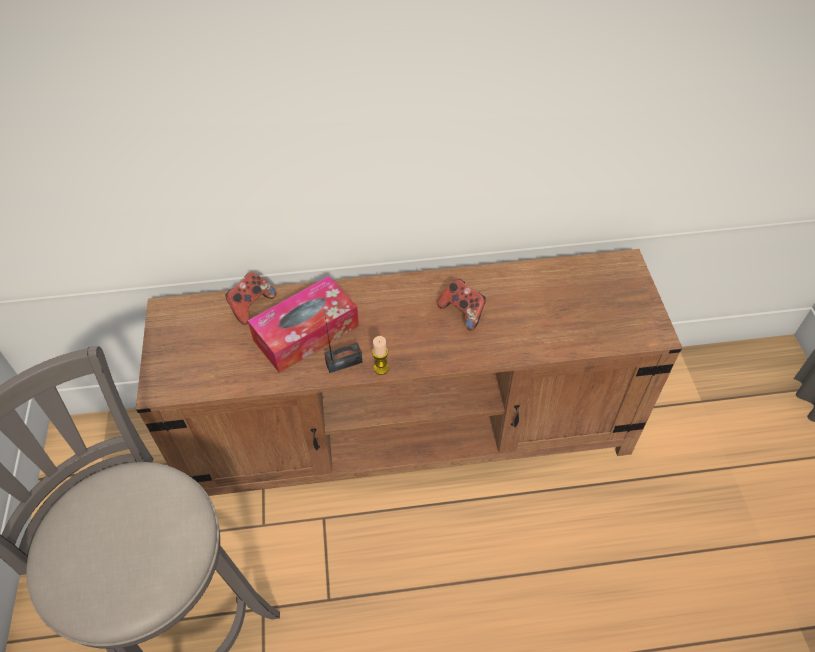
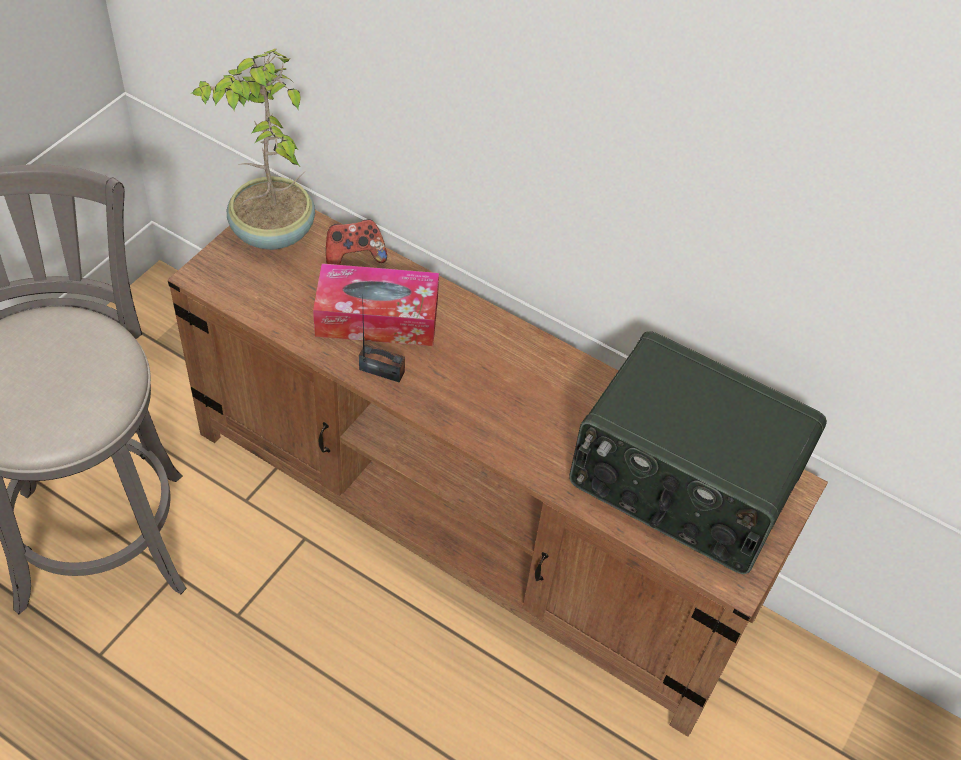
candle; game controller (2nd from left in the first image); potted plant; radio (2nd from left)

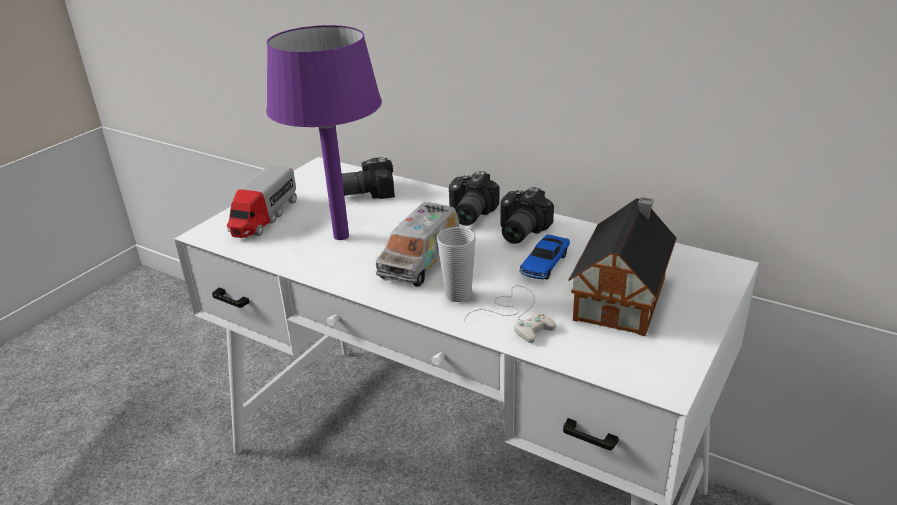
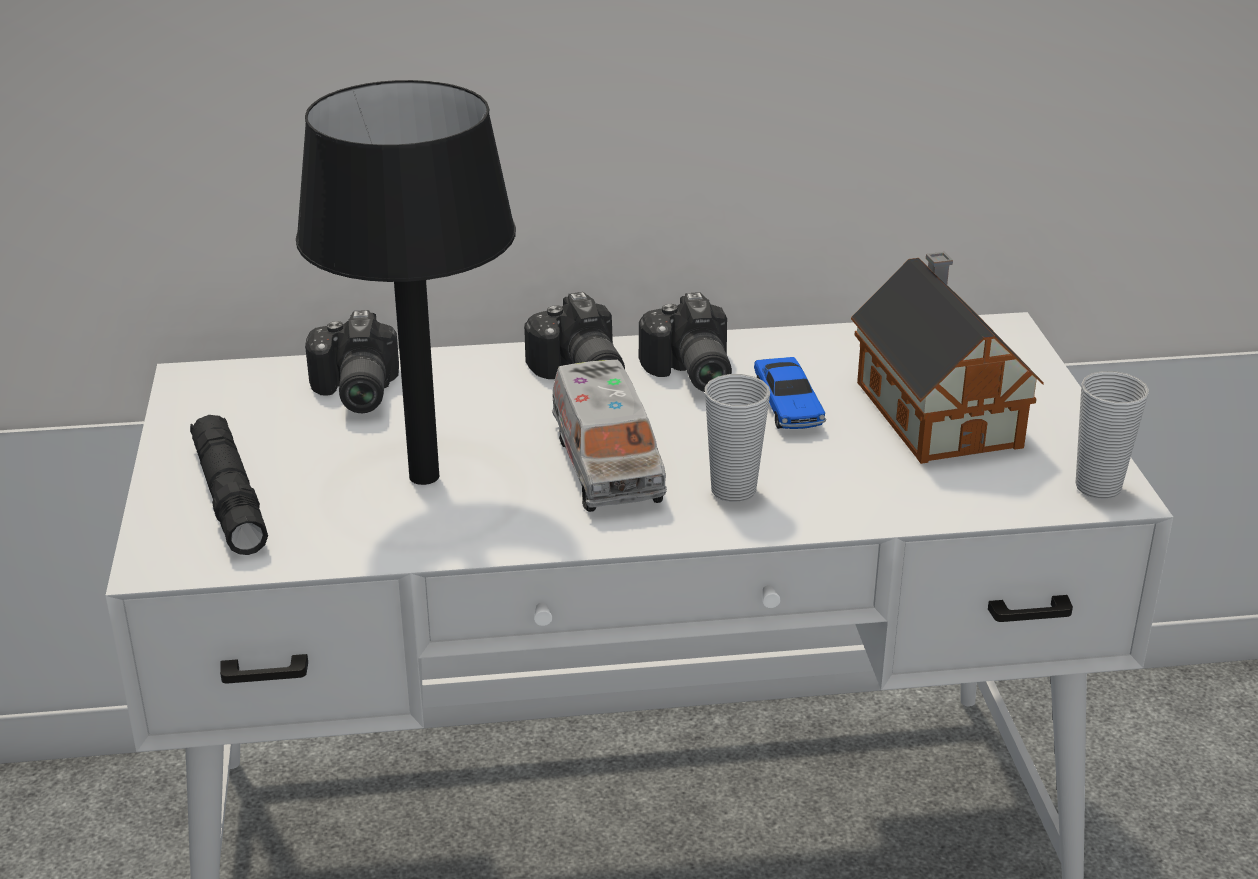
black flashlight; black table lamp; photo camera (1st from left); white game controller; cup (2nd from left)

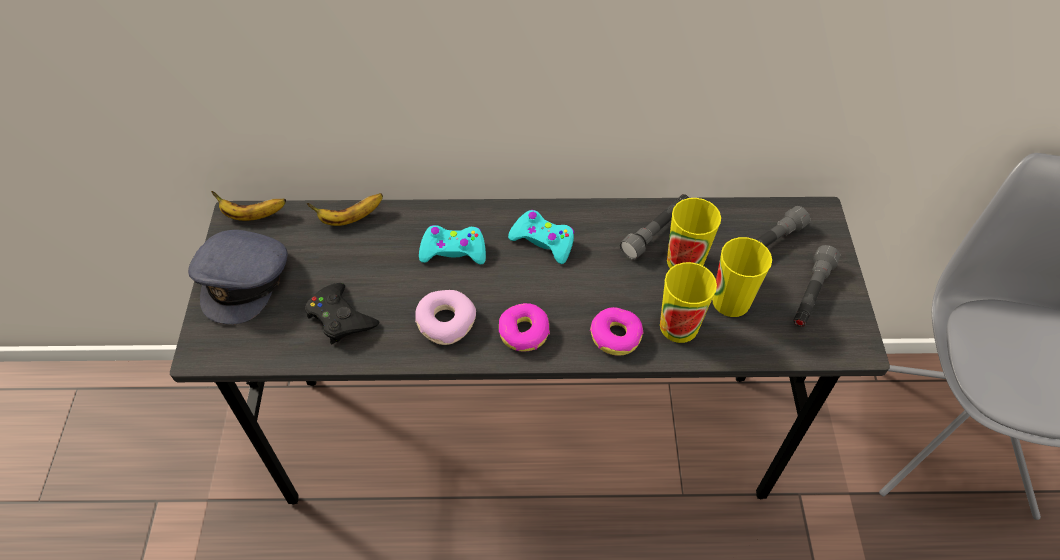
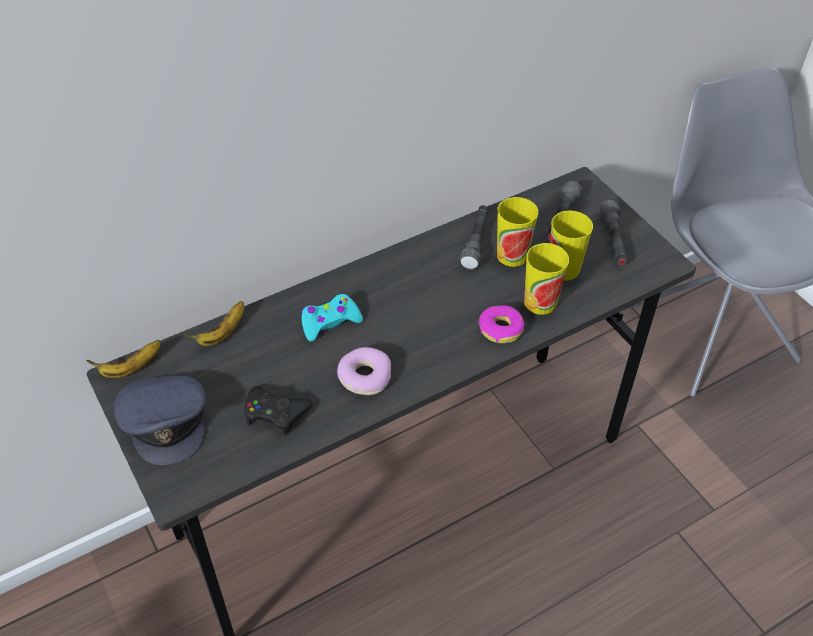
donut (2nd from left in the first image); turquoise game controller (2nd from left in the first image)

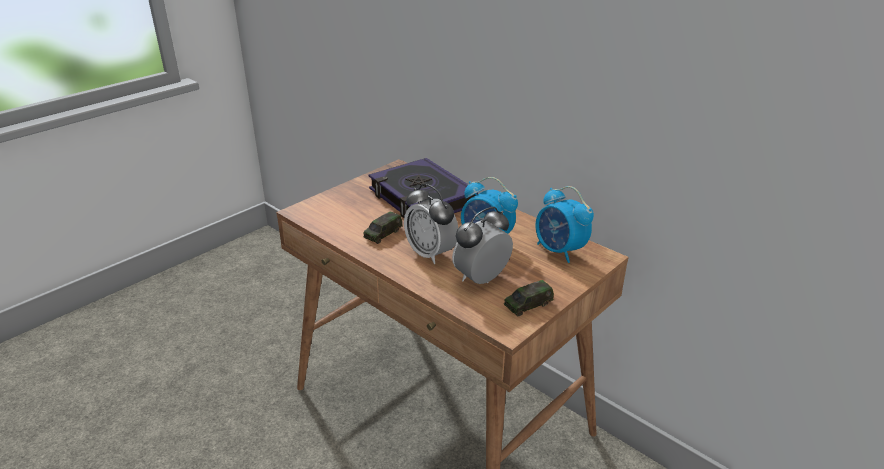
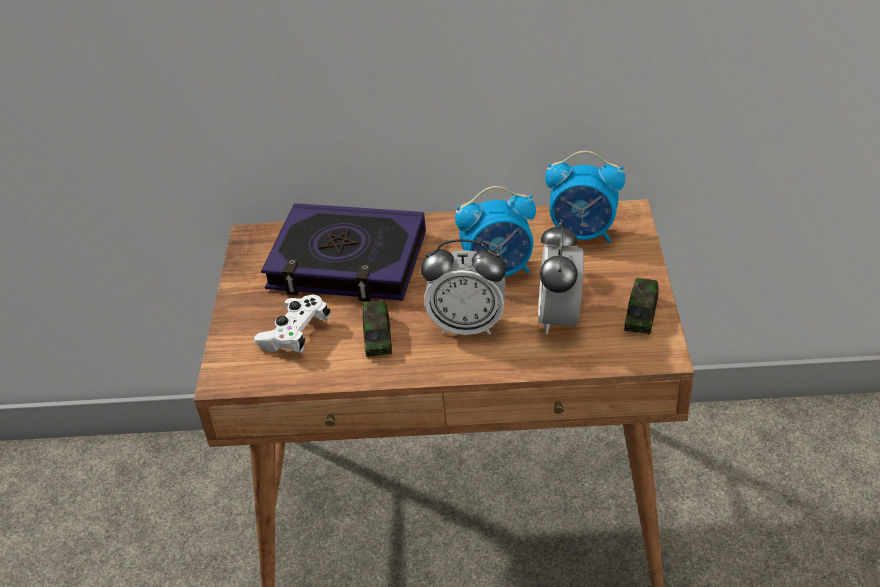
white game controller

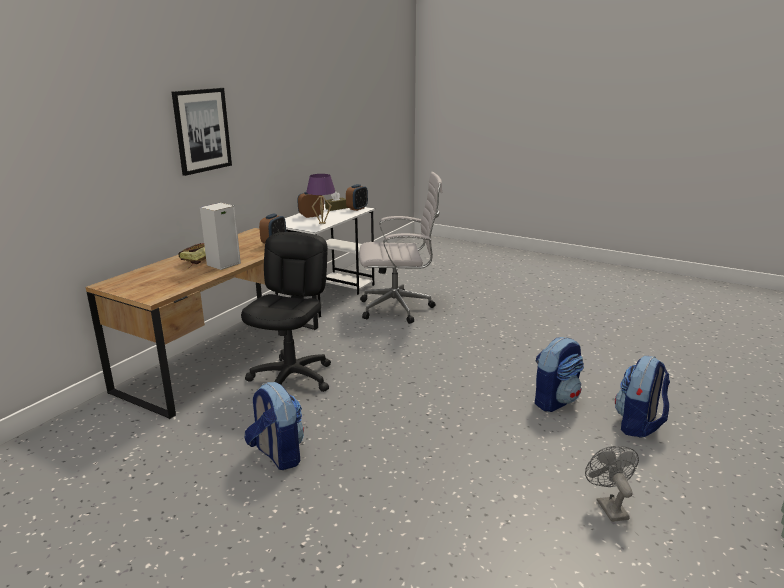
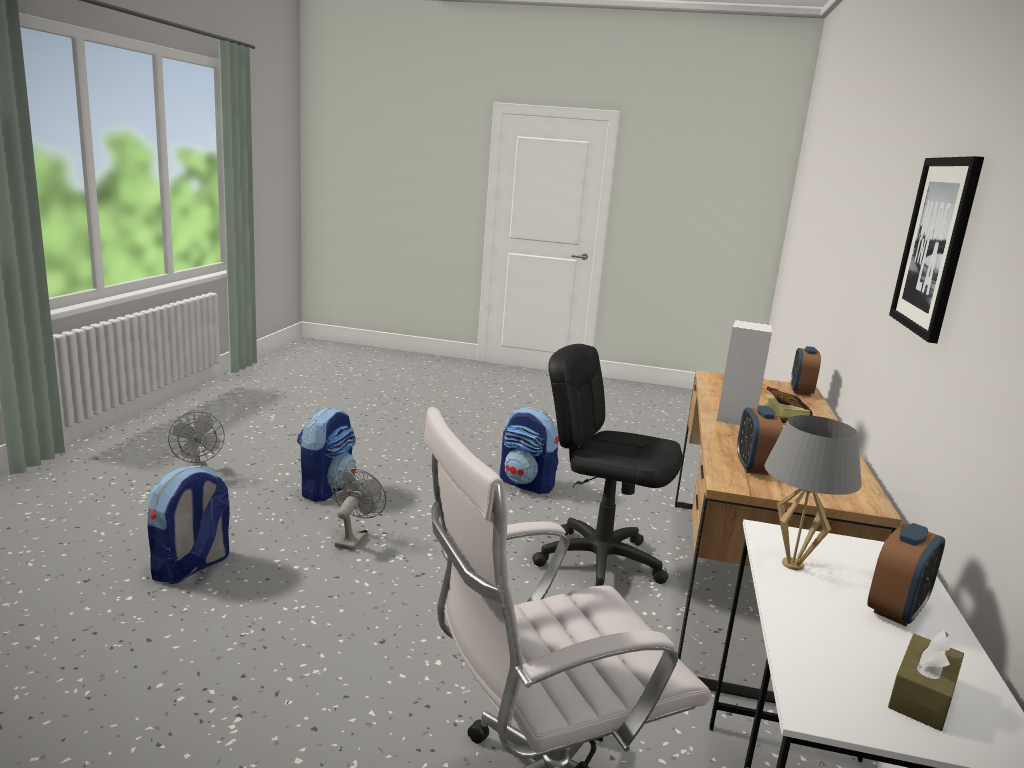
black office chair; grey table lamp; alarm clock (2nd from left); backpack (2nd from left); grey fan (2nd from left)

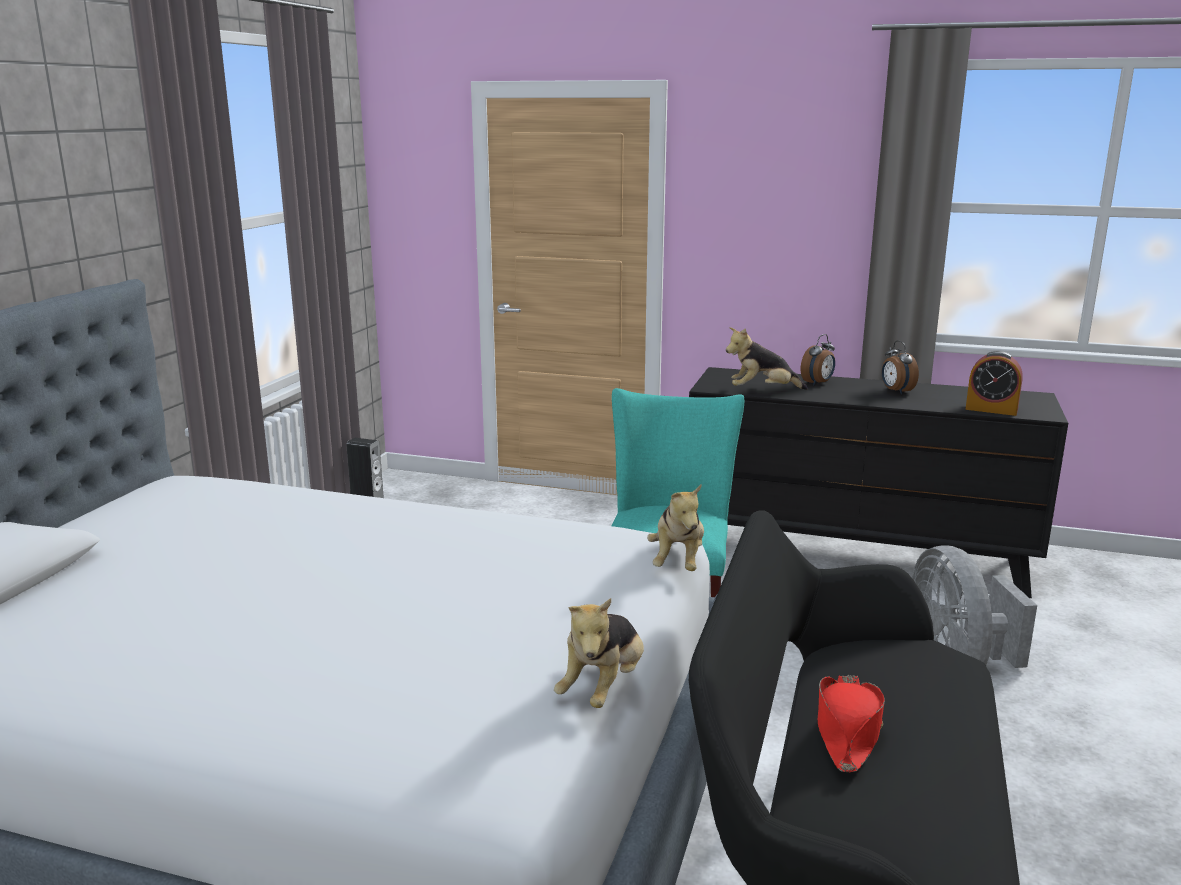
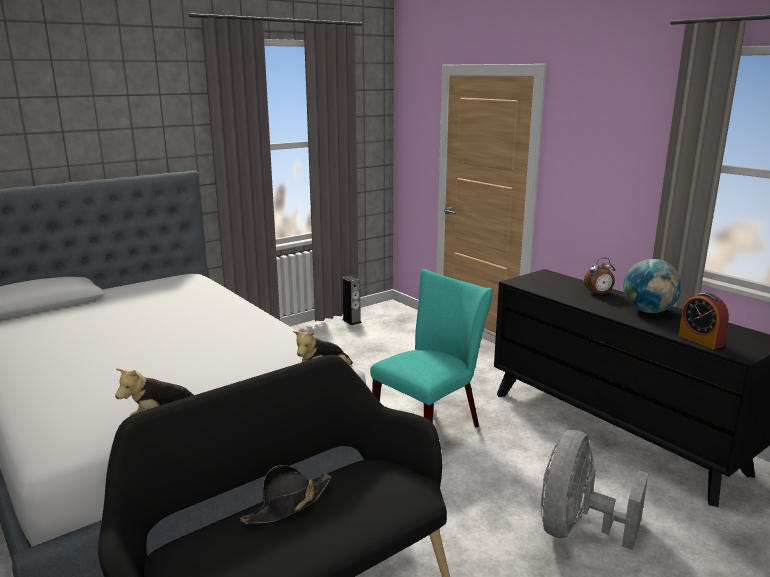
plush toy (3rd from left in the first image); black hat; globe

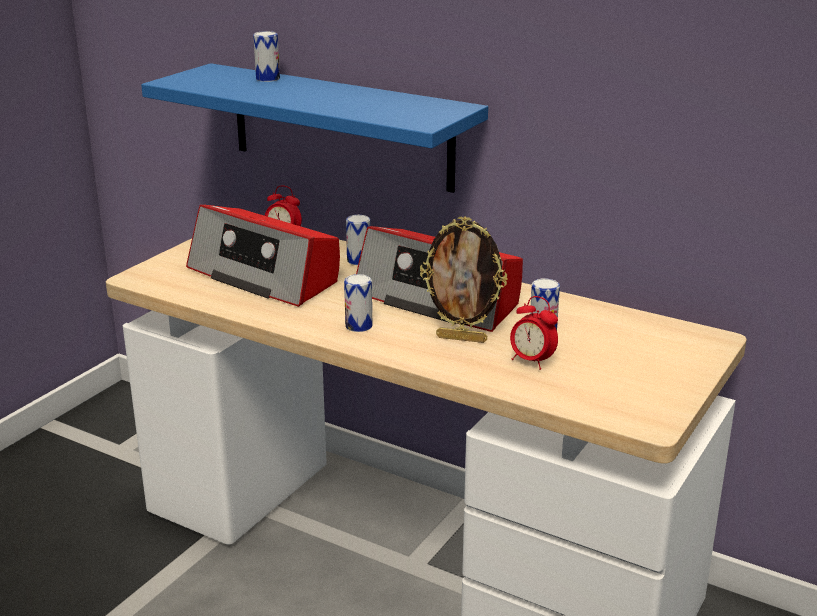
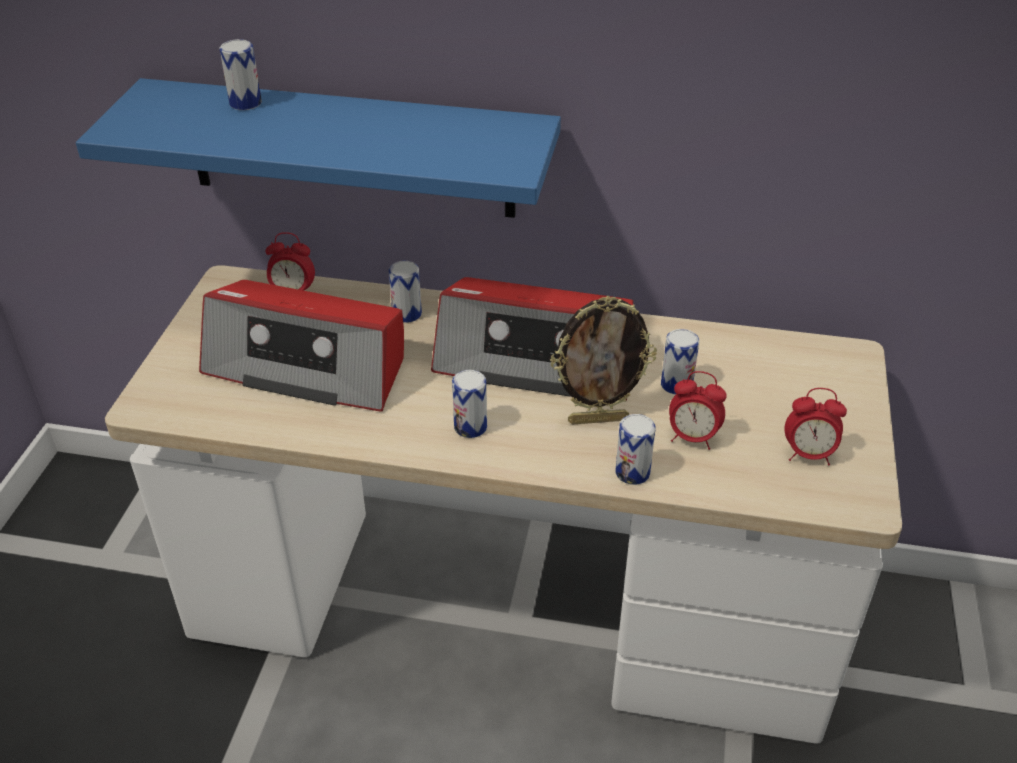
can (4th from left); alarm clock (3rd from left)

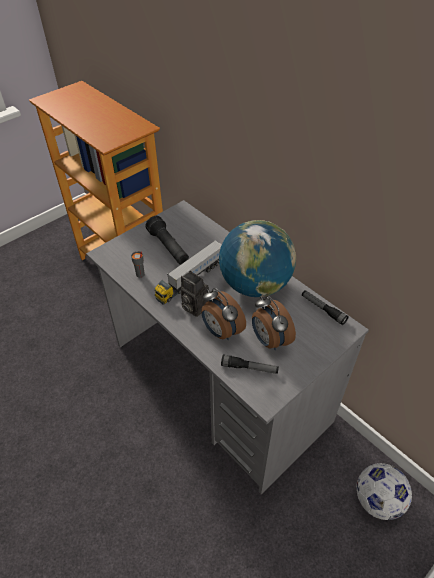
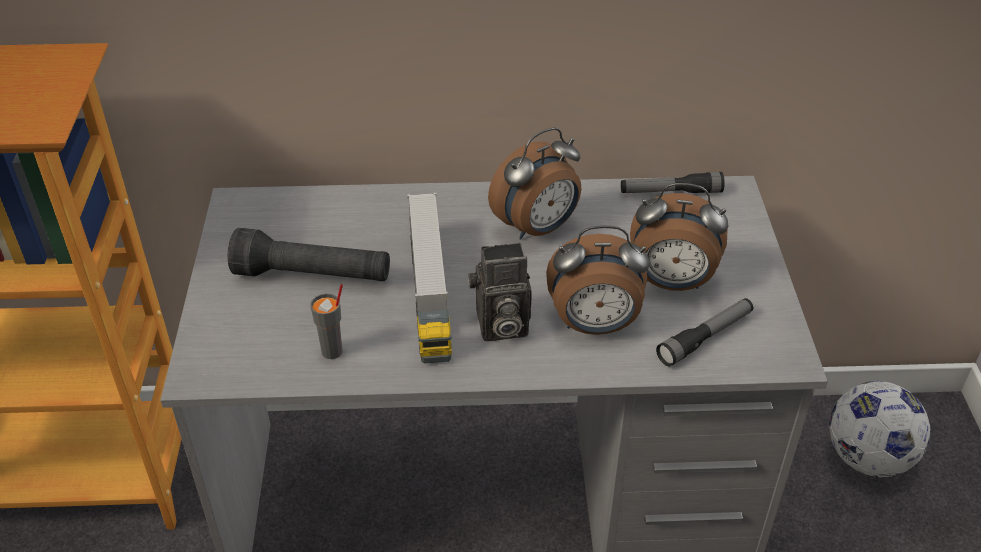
alarm clock (1st from left)

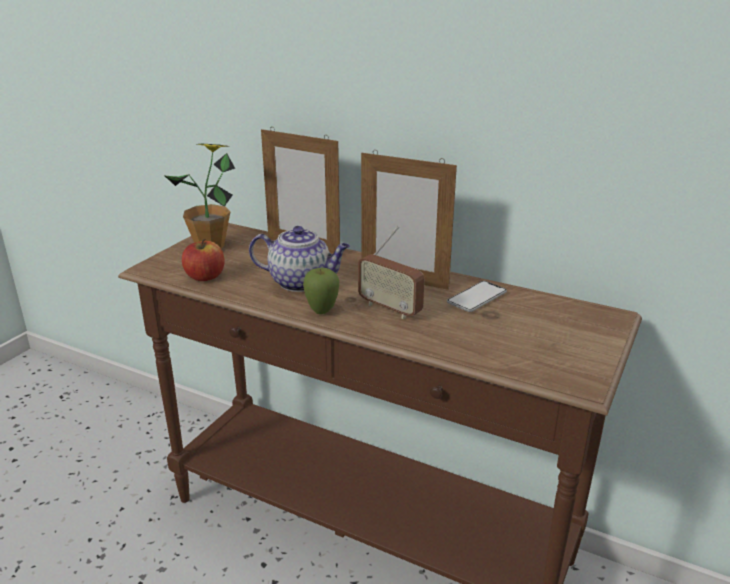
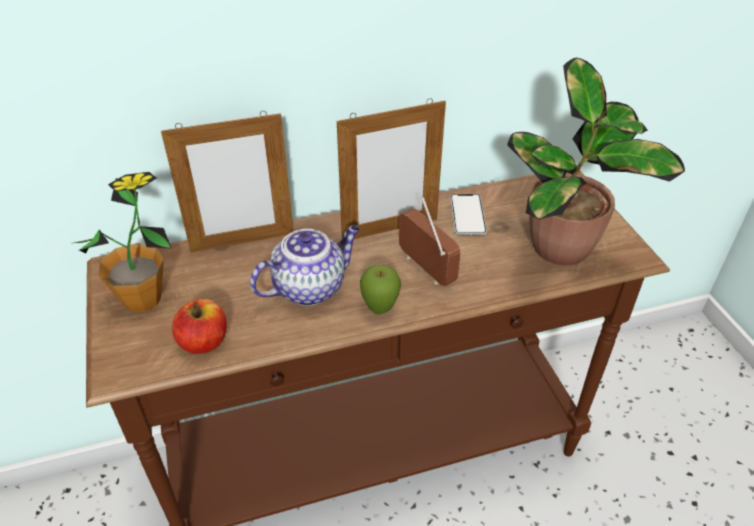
radio; potted plant (2nd from left)

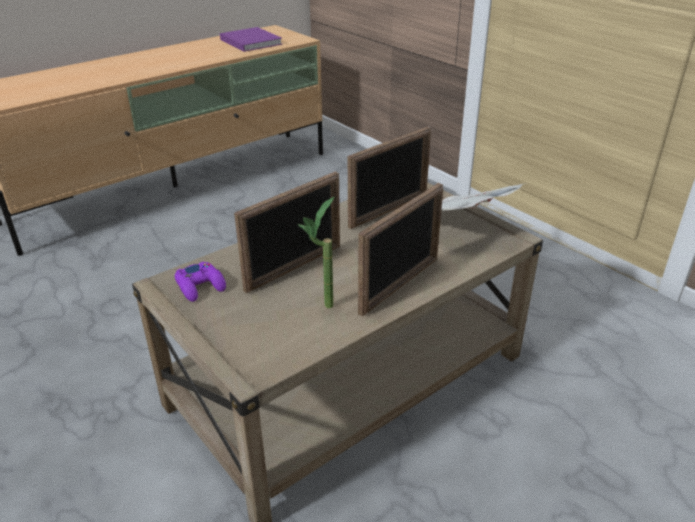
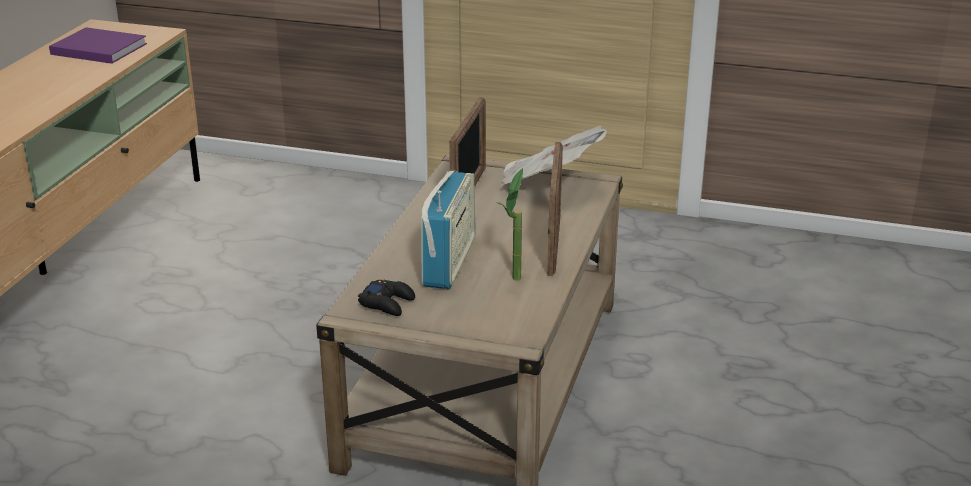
black game controller; radio

